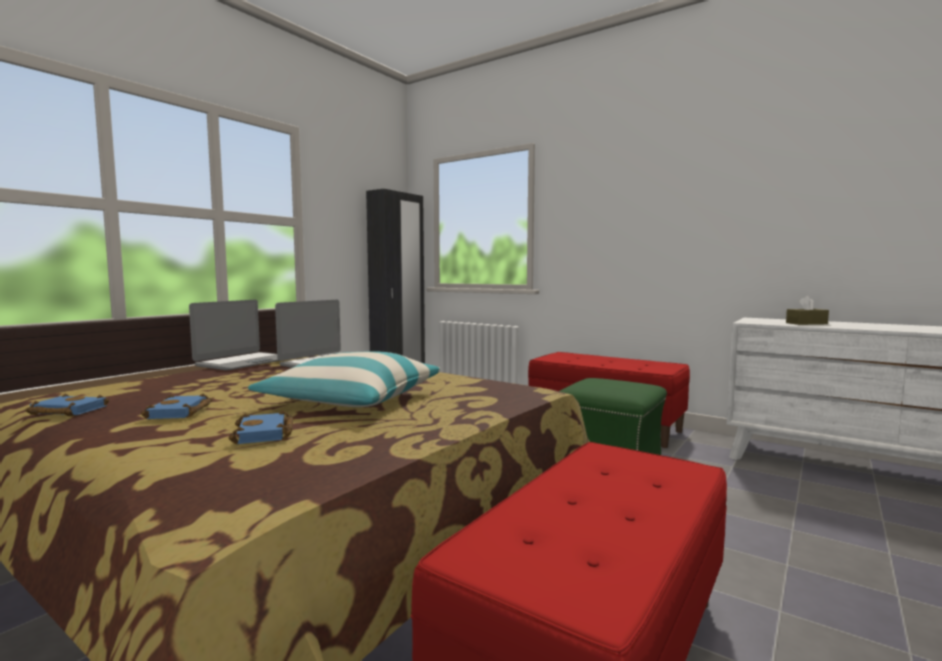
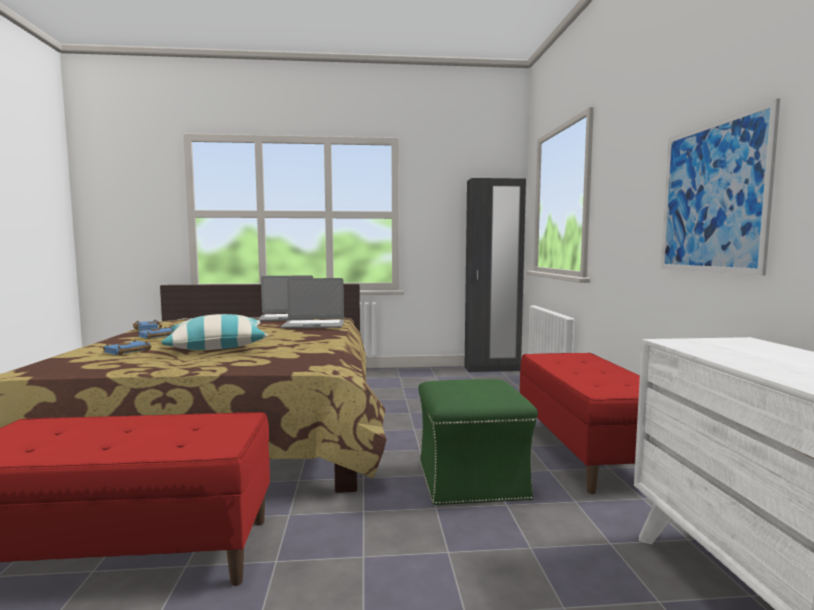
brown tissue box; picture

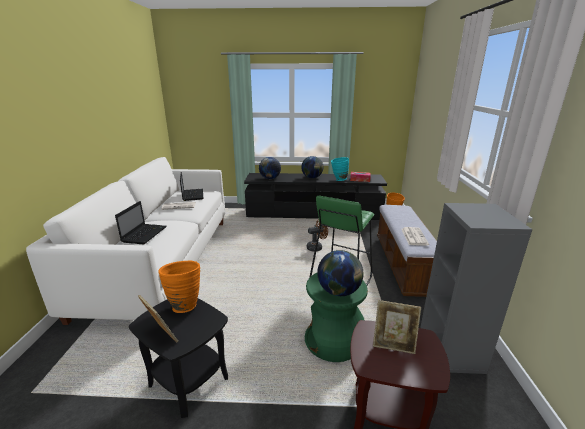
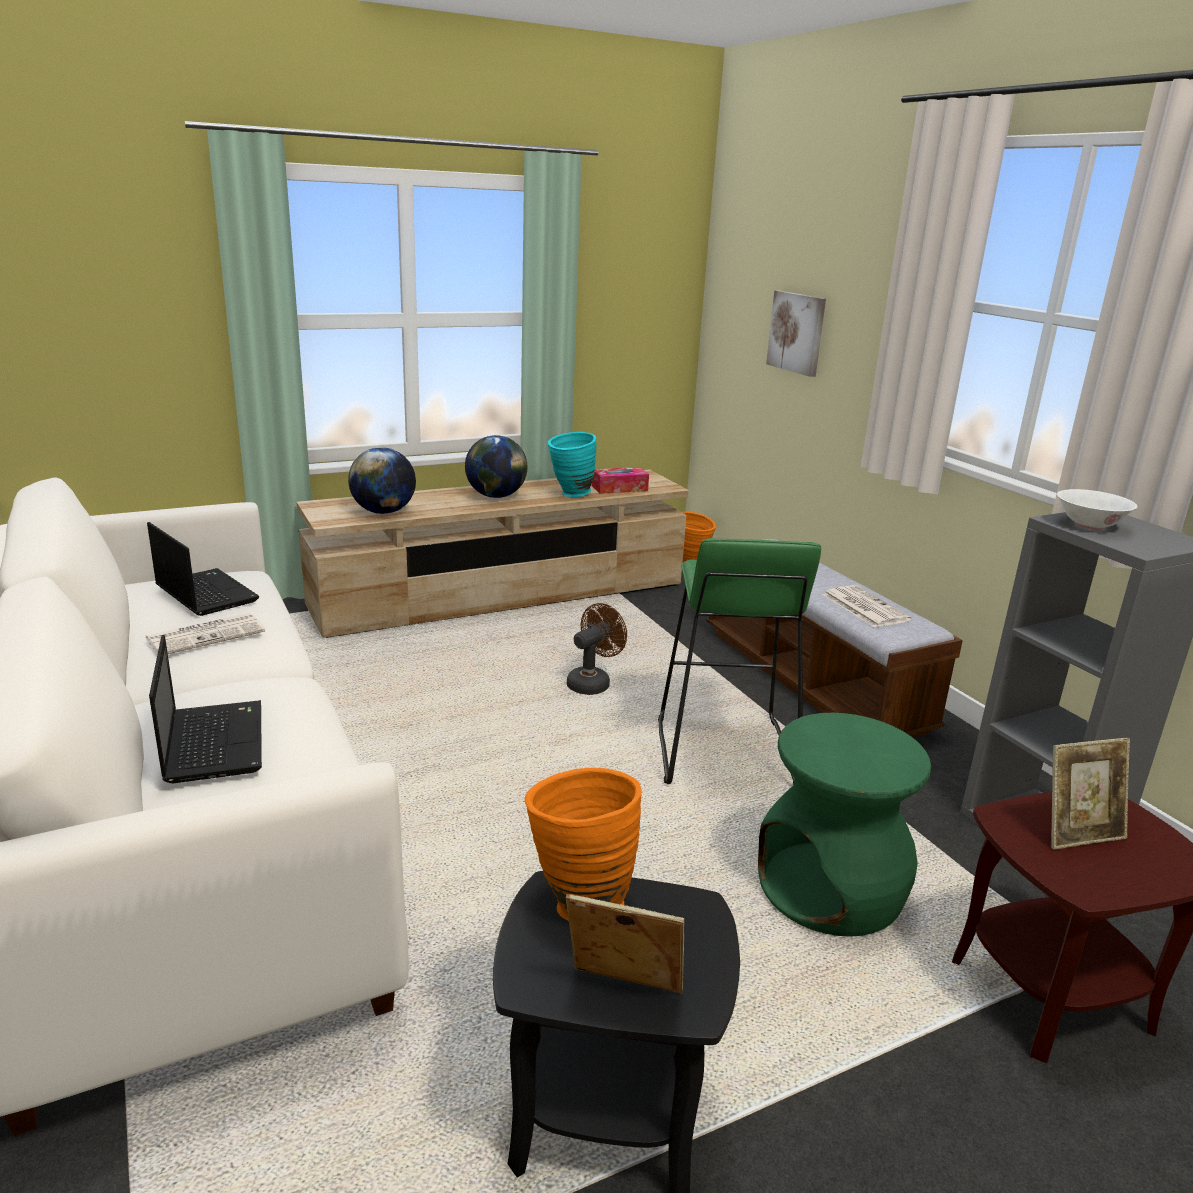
beige tv stand; globe (3rd from left in the first image); picture; white bowl

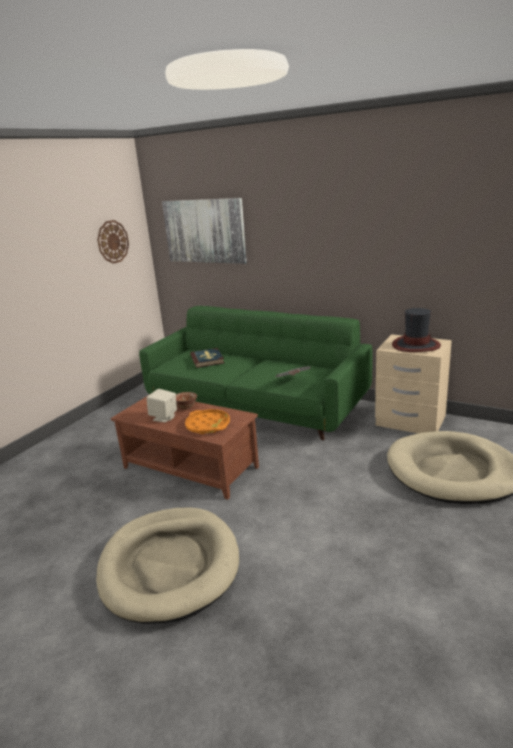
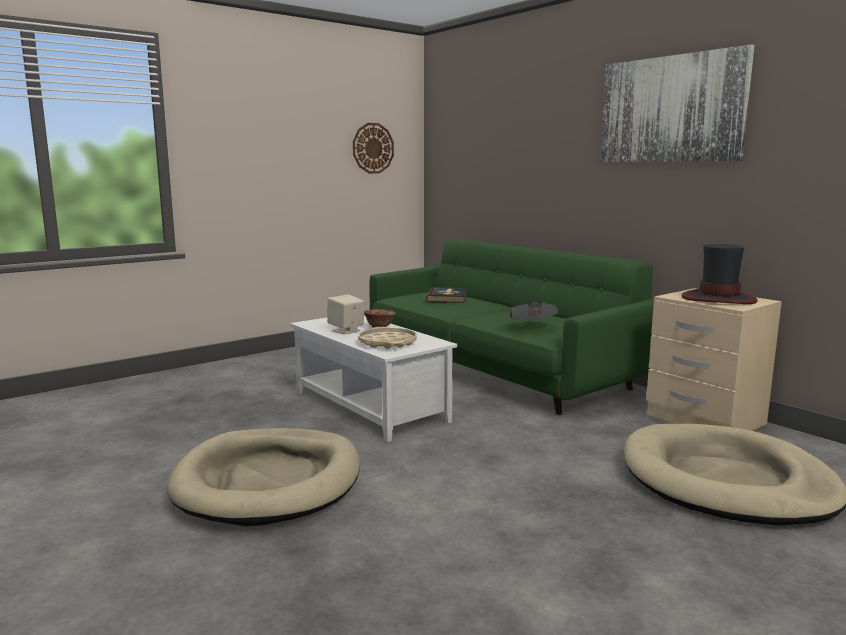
white coffee table; picture; beige tray

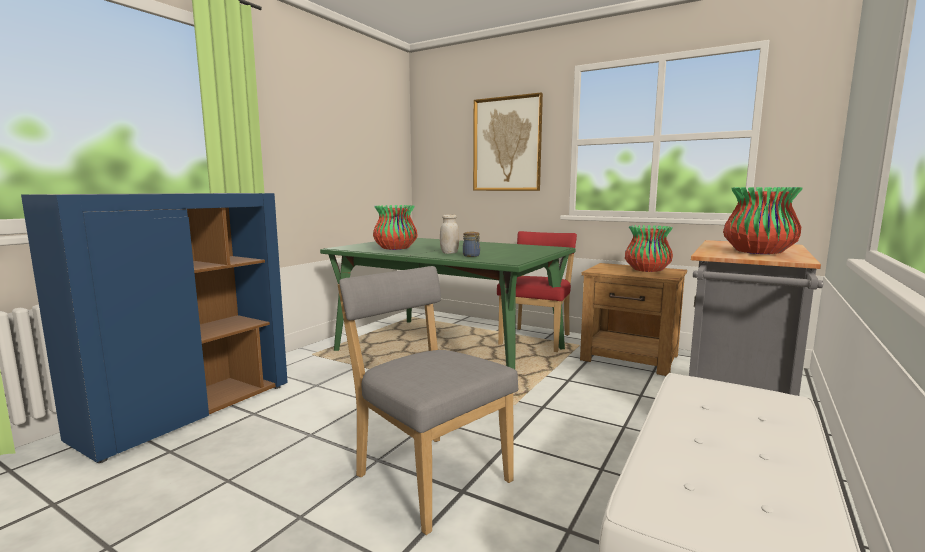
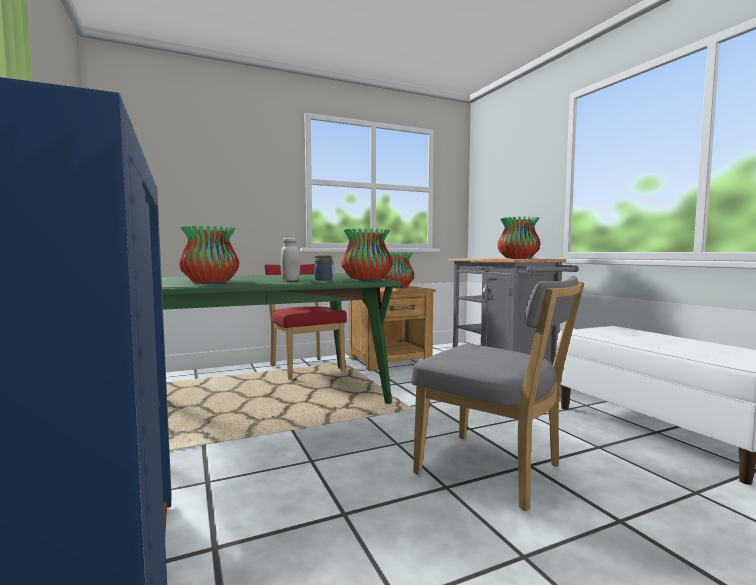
grey chair; picture; vase (2nd from left)

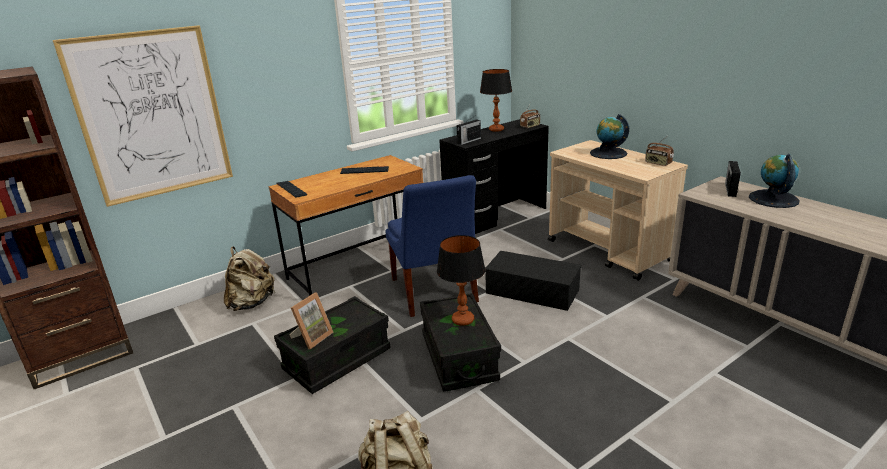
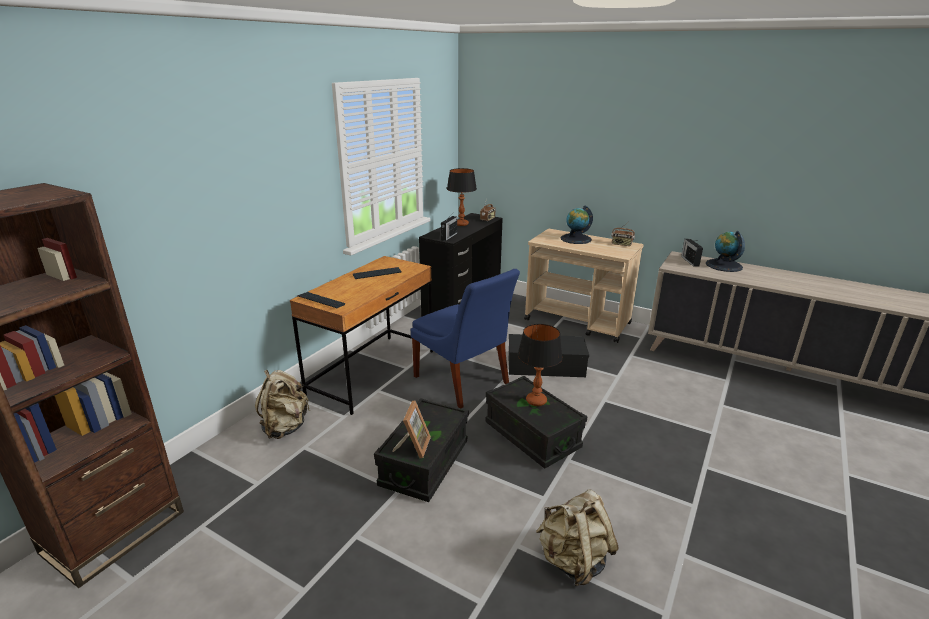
picture

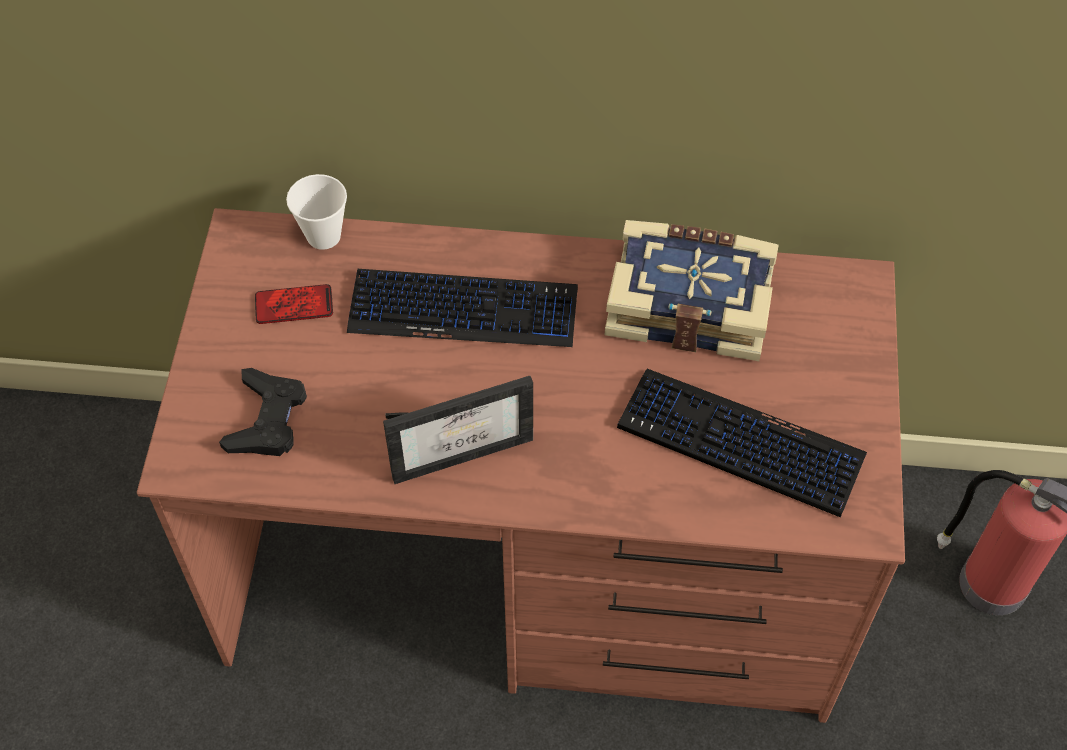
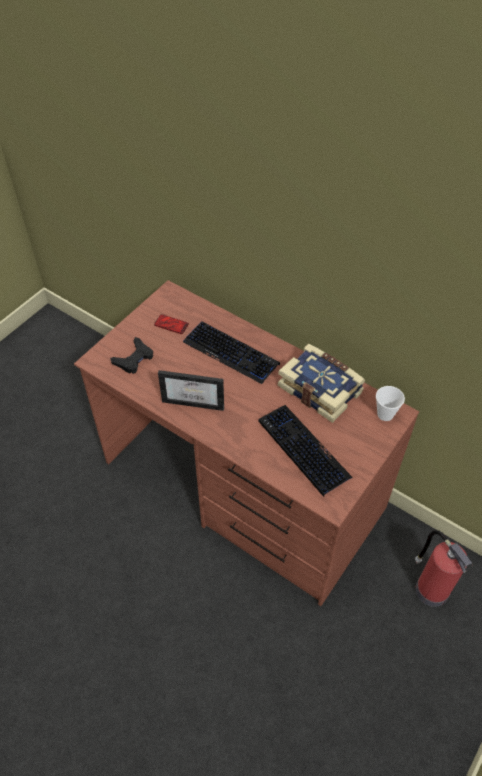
cup

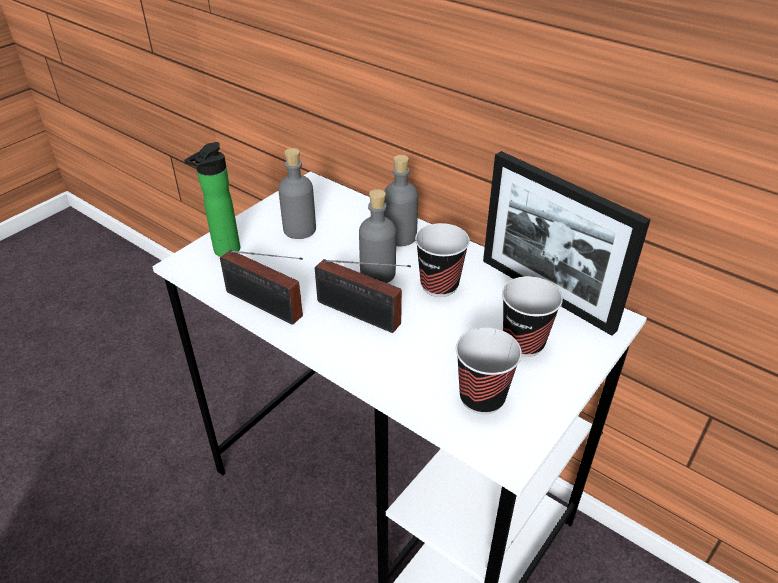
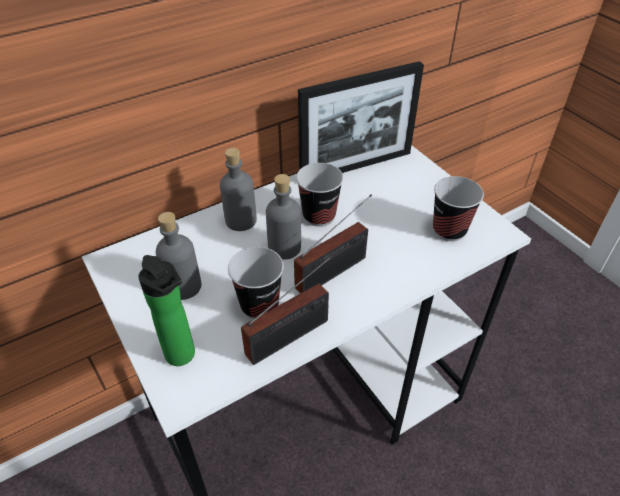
cup (1st from left)

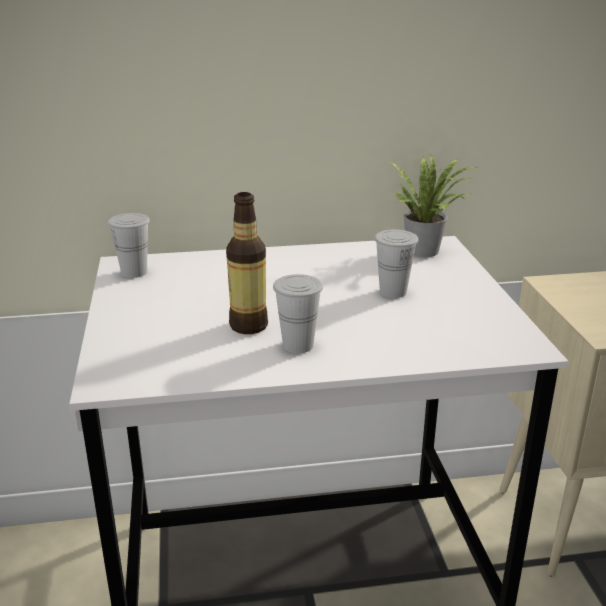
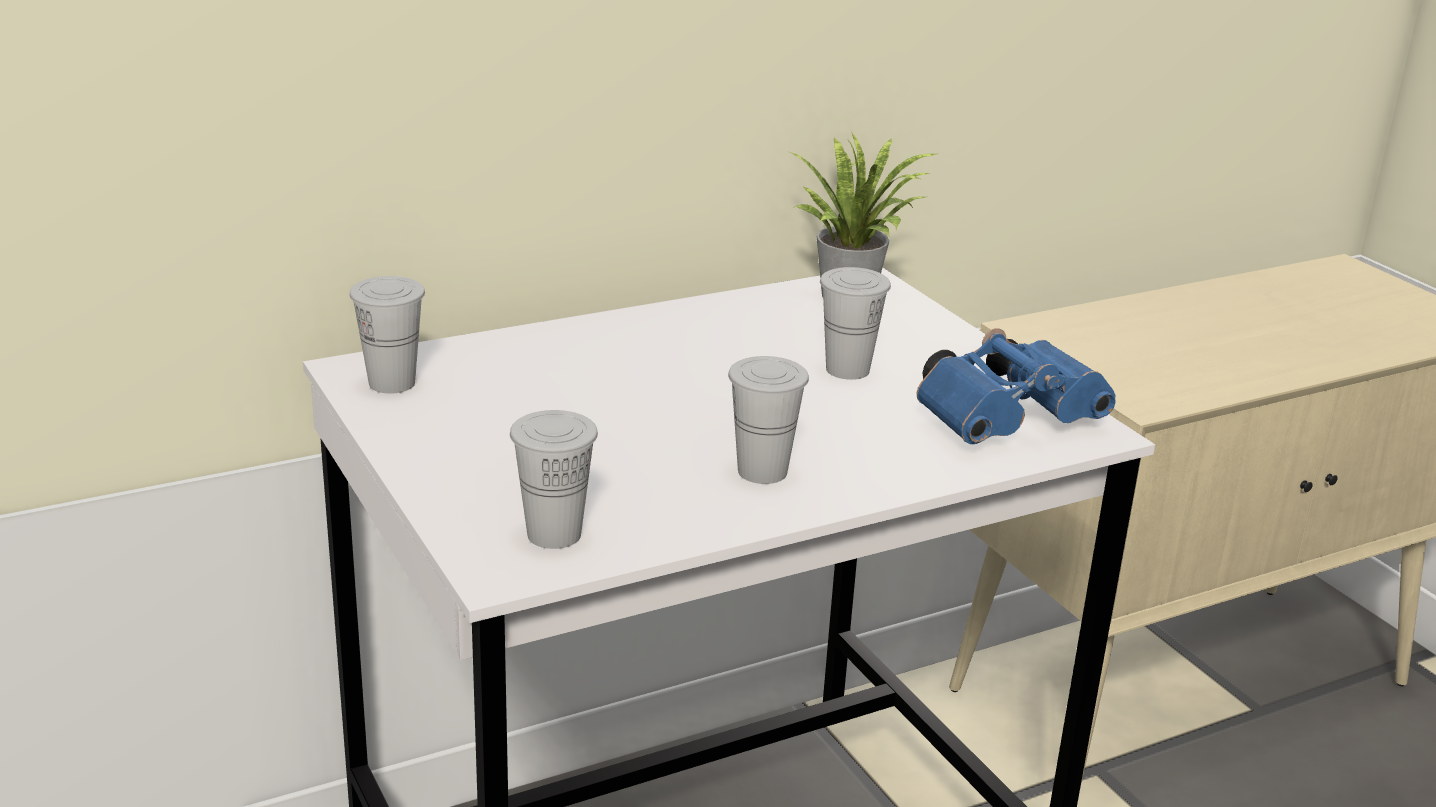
bottle; white cup (2nd from left); blue binoculars

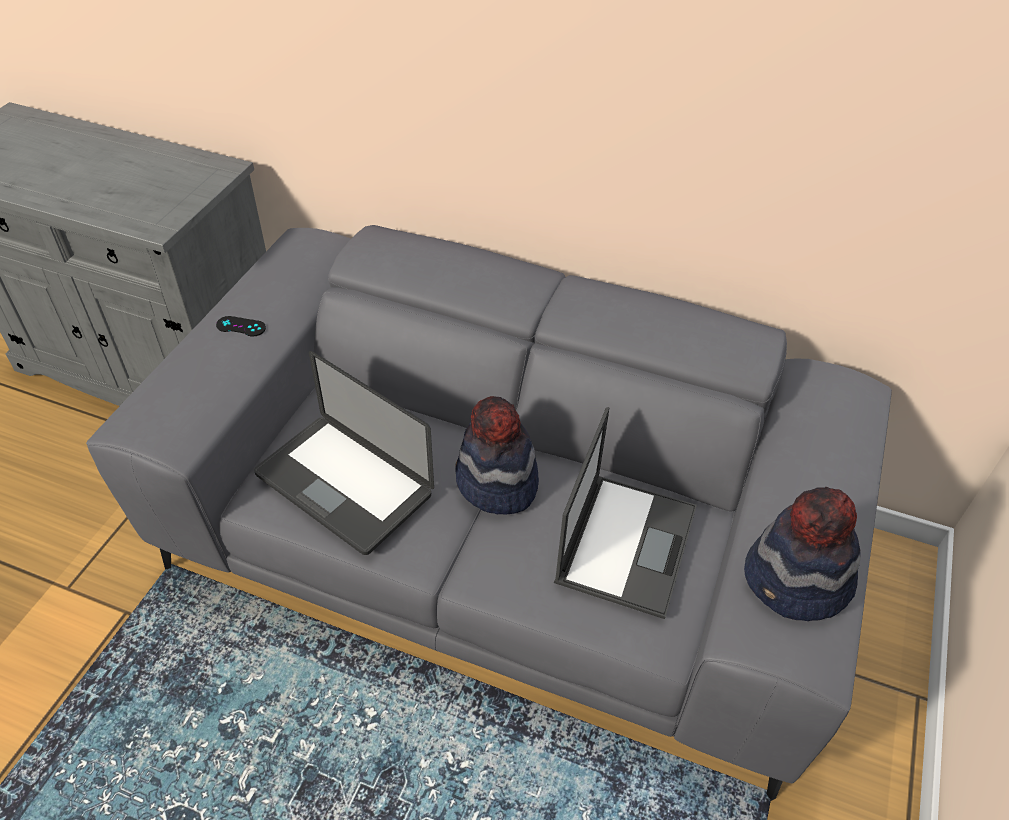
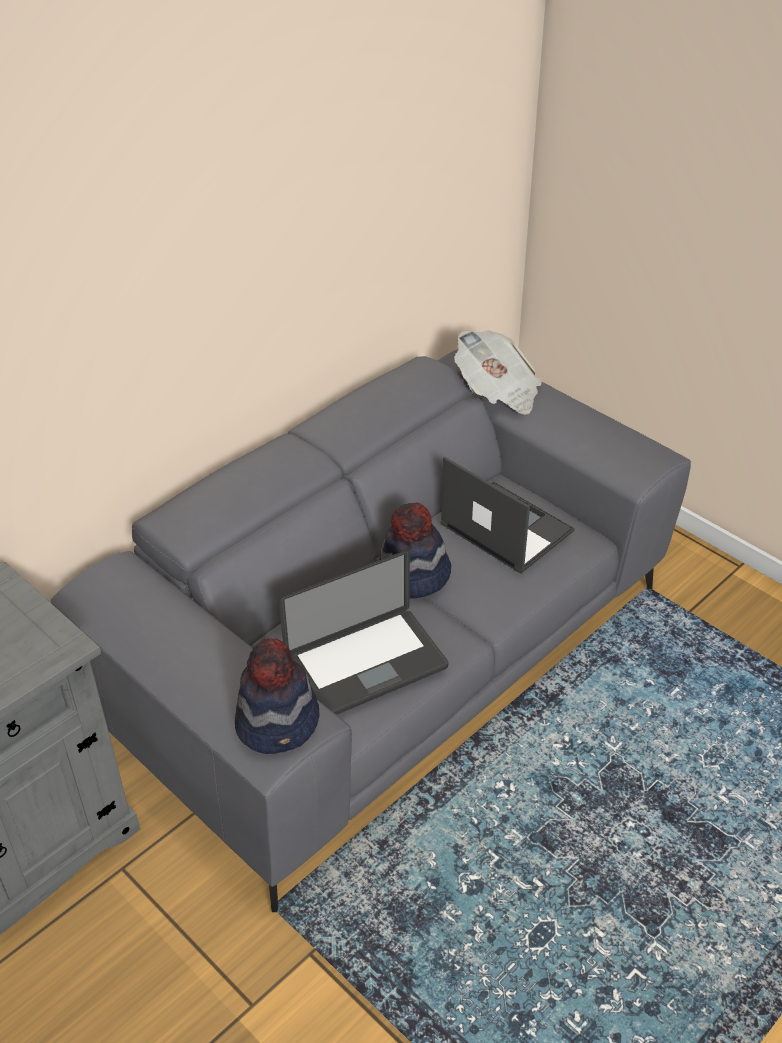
black game controller; hat (1st from left); newspaper

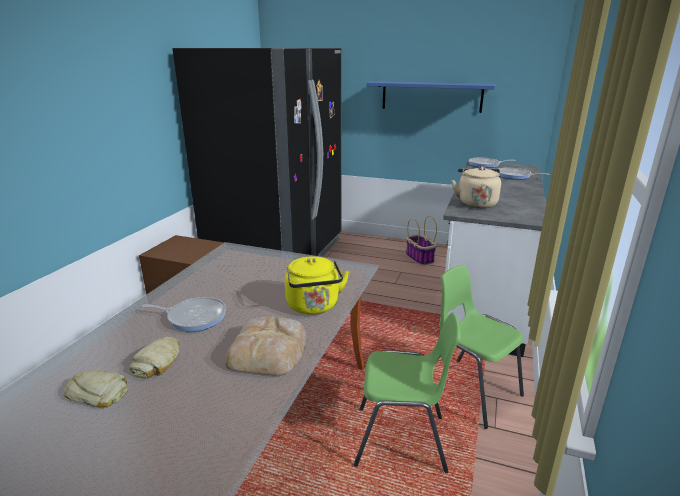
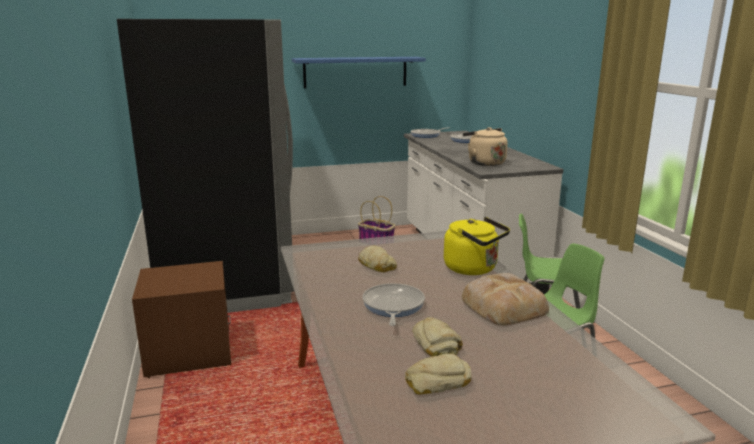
frying pan (1st from left); bread (1st from left)

